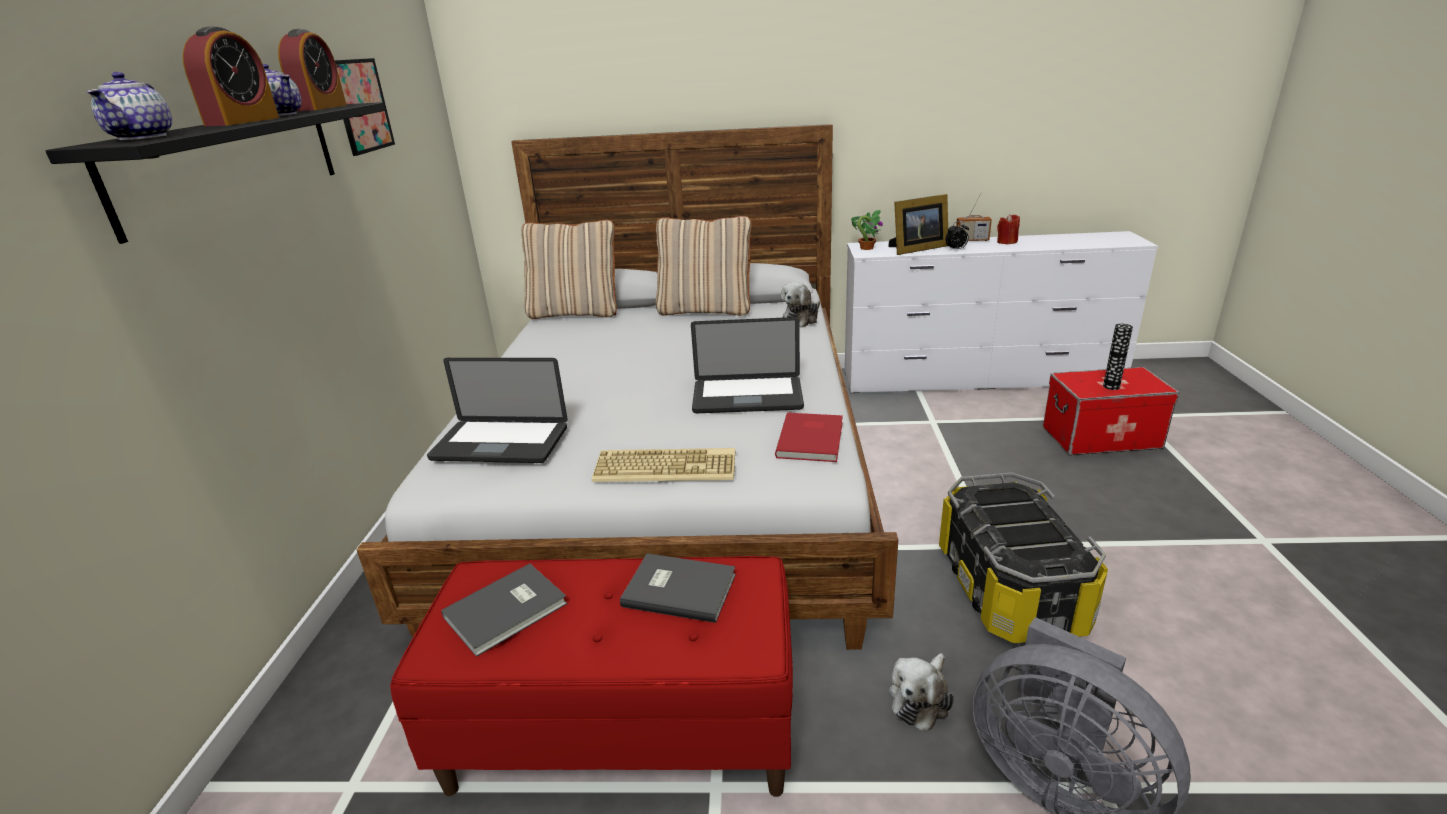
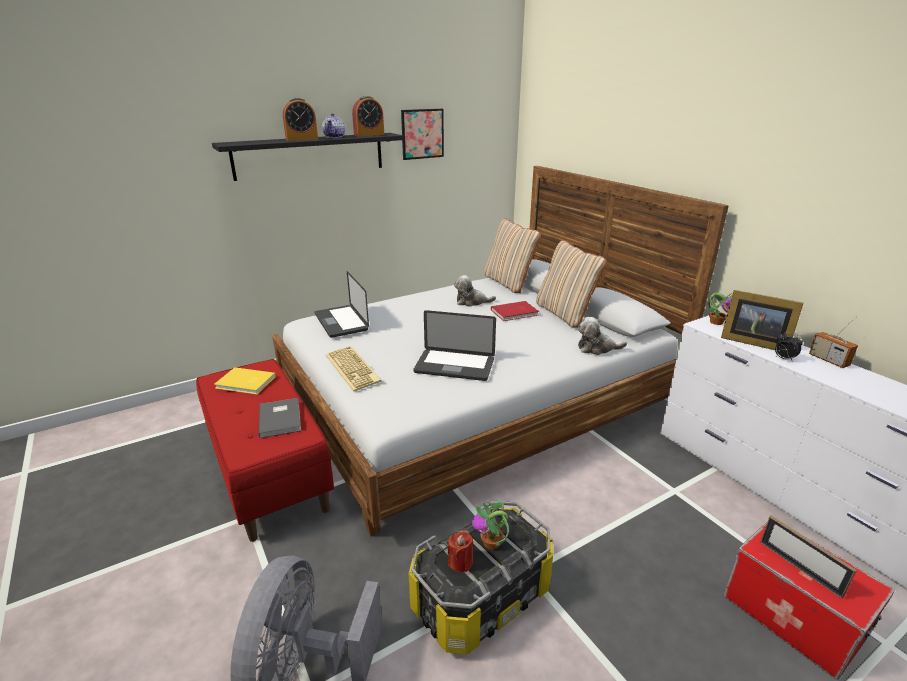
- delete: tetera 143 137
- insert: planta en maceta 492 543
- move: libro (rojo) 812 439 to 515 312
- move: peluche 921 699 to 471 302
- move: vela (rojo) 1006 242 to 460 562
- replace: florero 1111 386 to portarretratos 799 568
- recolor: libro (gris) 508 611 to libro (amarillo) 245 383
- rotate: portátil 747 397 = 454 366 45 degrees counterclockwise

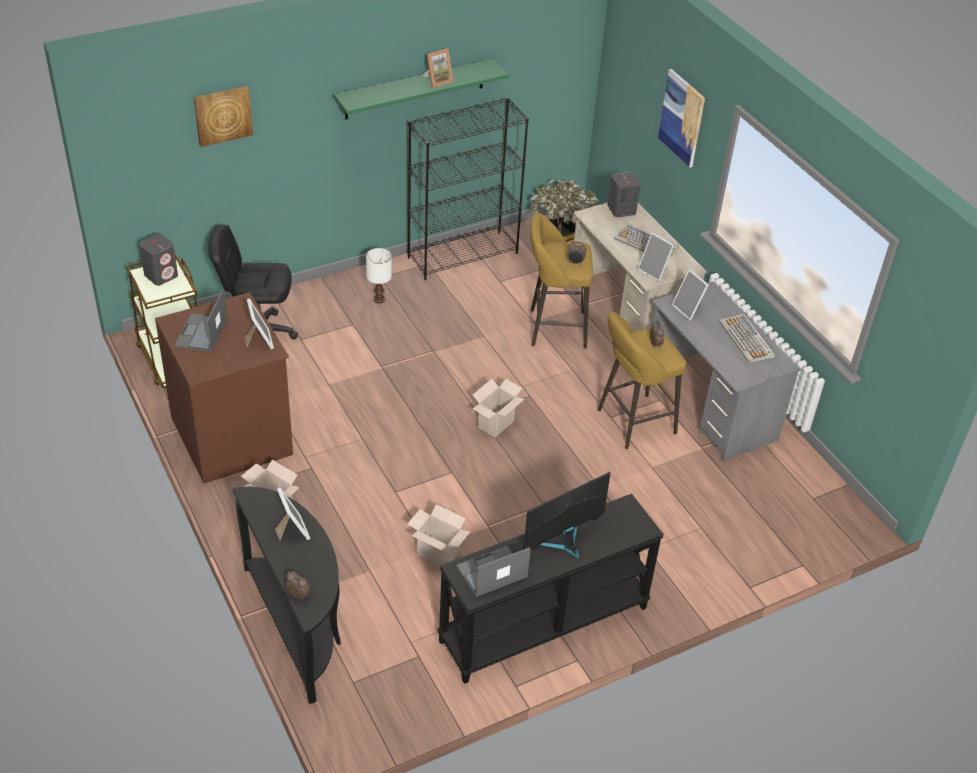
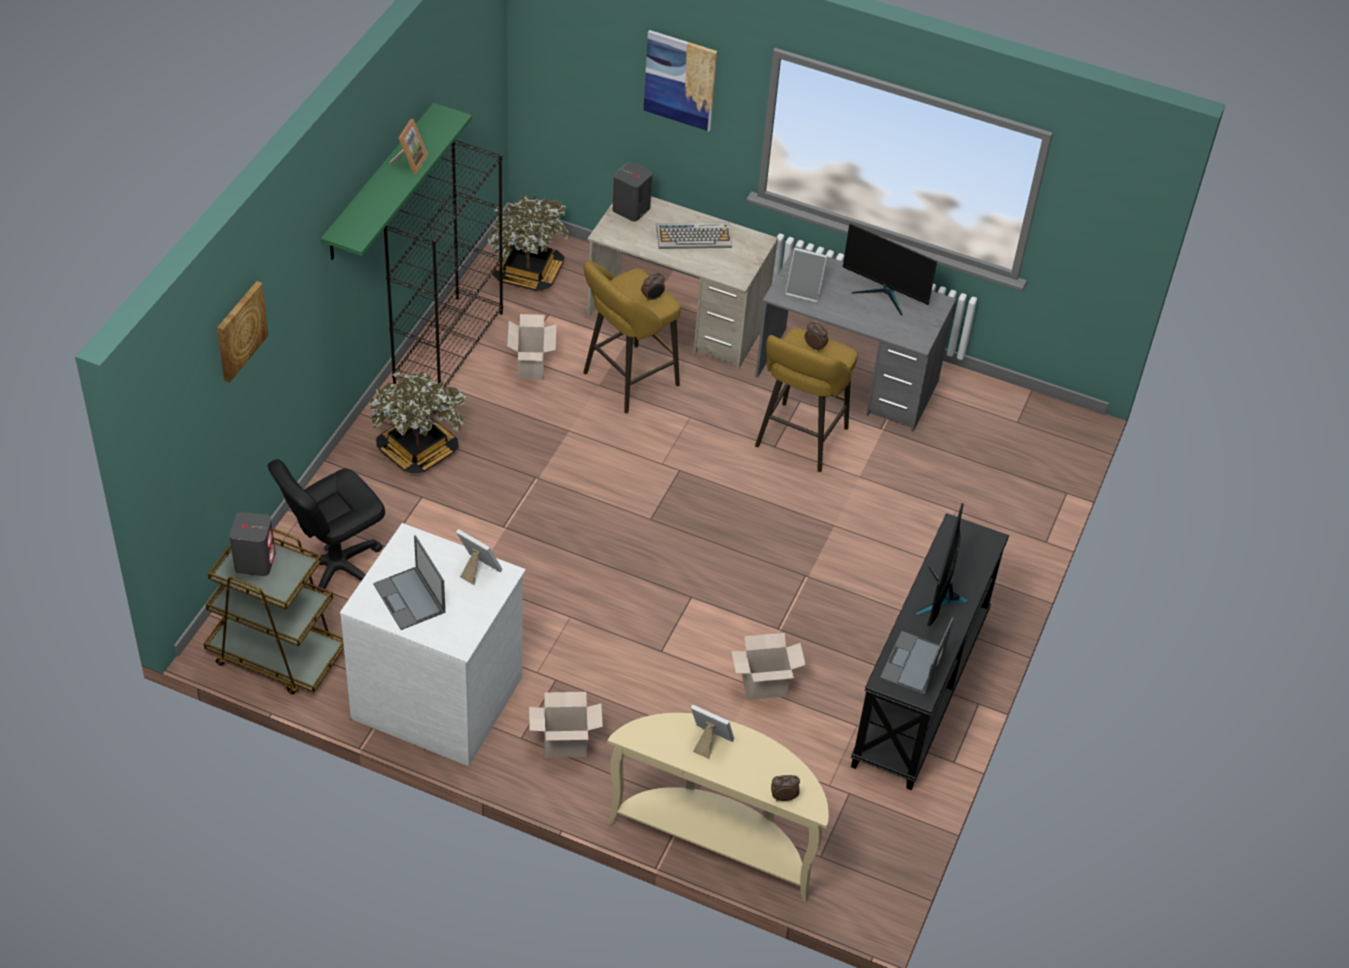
- delete: portarretratos 654 271
- move: caja de cartón 496 425 to 532 367
- replace: lámpara de mesa (blanco) 379 299 to planta en maceta 417 450
- replace: teclado 747 339 to monitor 885 294
- recolor: cómoda (marrón) 233 435 to cómoda (blanco) 438 696
- recolor: mesa consola (negro) 299 625 to mesa consola (beis) 717 839

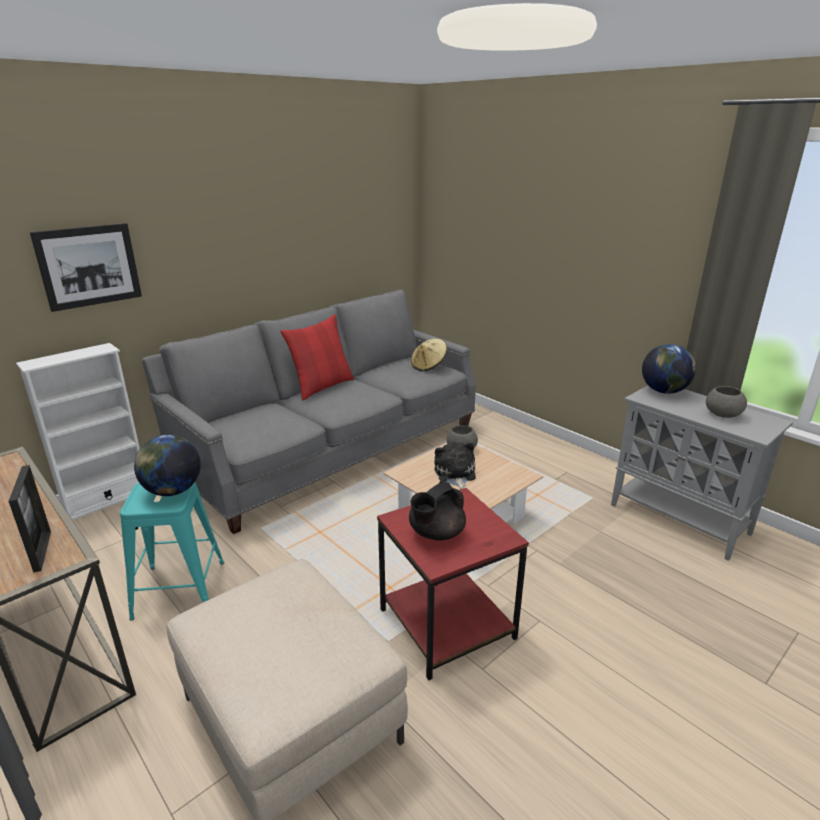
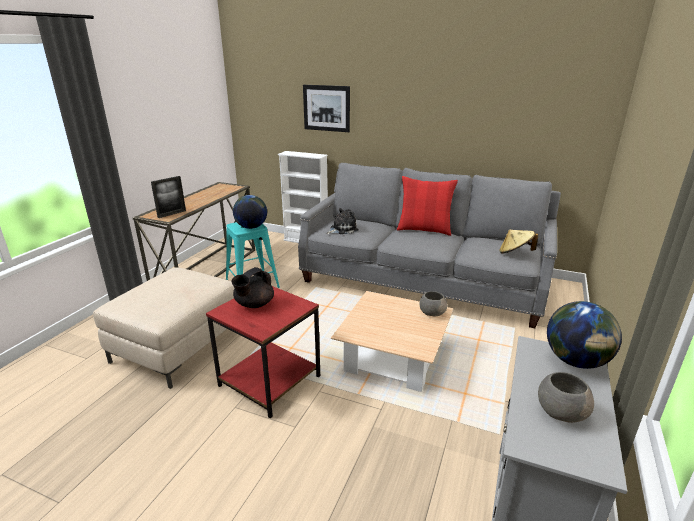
- move: peluche 455 474 to 342 229
- rotate: tetera (negro) 436 533 = 254 304 75 degrees counterclockwise

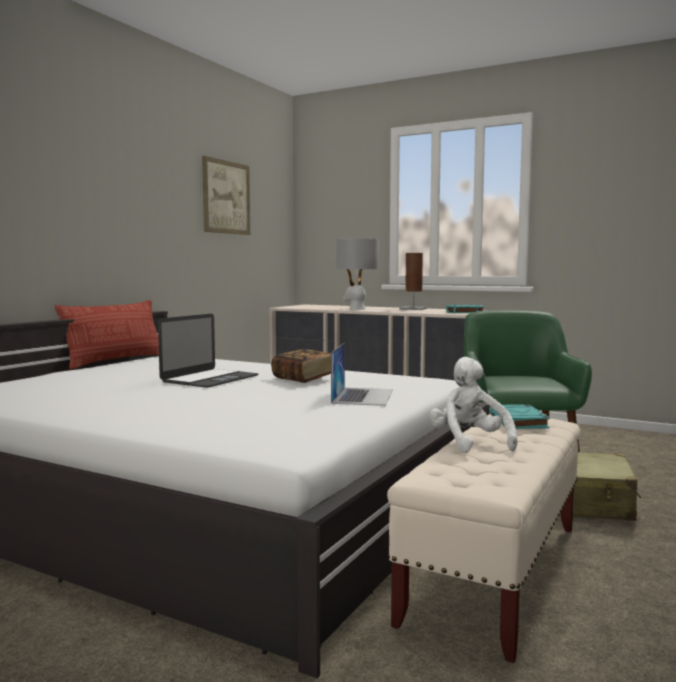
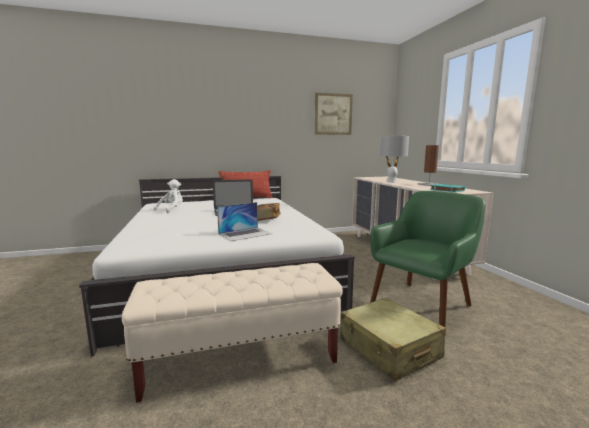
- delete: libro (turquesa) 518 422
- move: peluche (blanco) 469 443 to 171 210

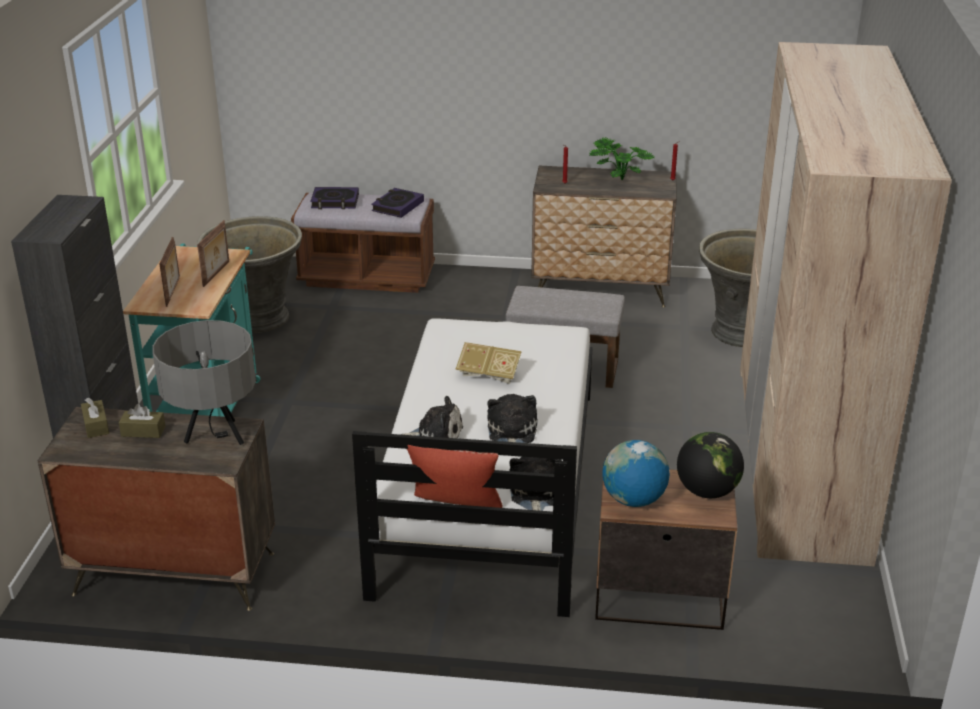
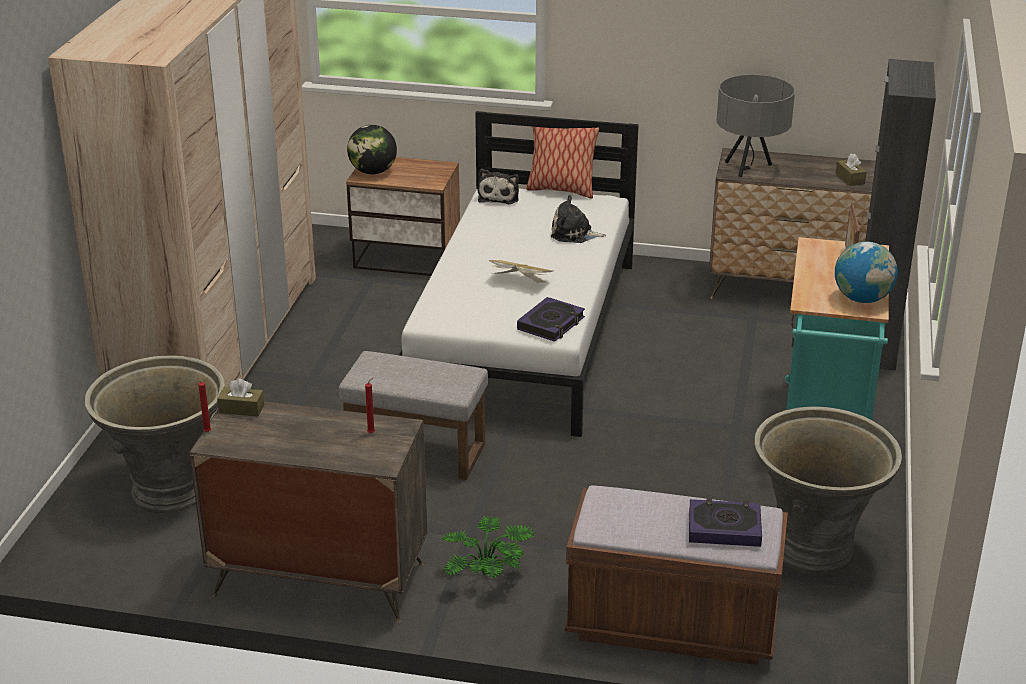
- delete: portarretratos 217 274
- delete: peluche 511 433
- move: caja de pañuelos (marrón) 143 431 to 241 409
- move: libro 397 206 to 551 324
- move: planta en maceta 619 179 to 488 577
- move: globo terráqueo 633 500 to 862 299

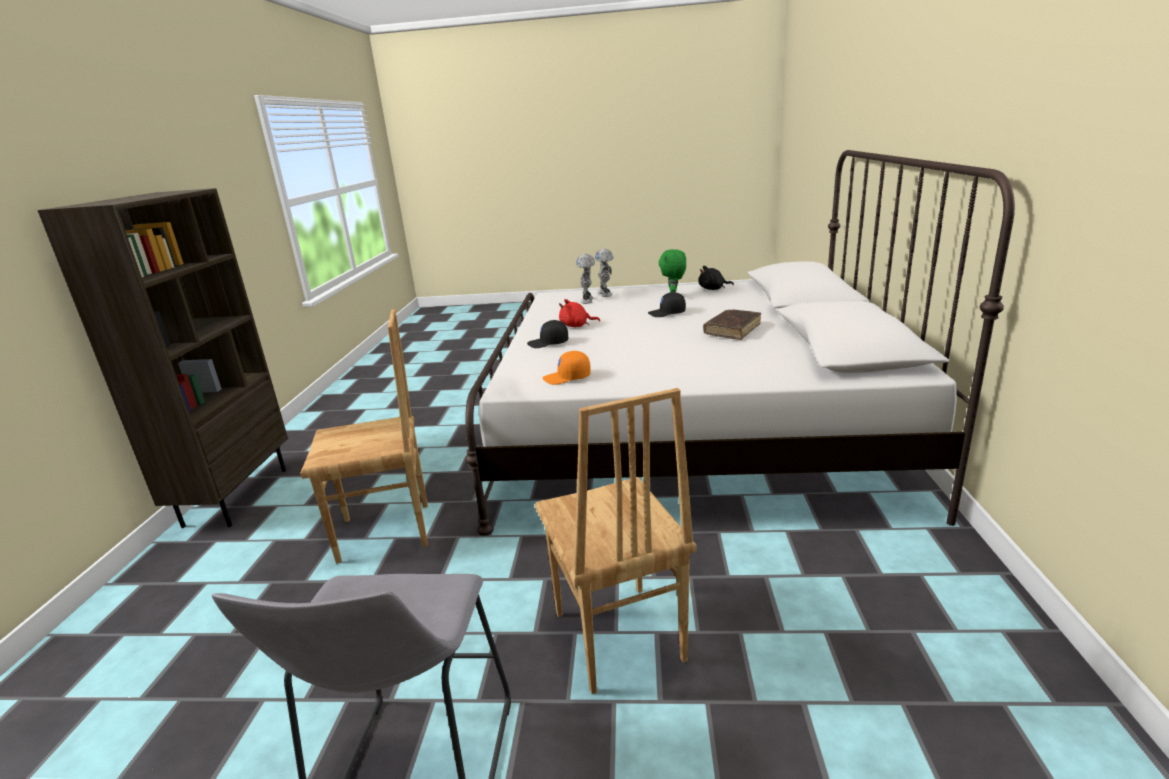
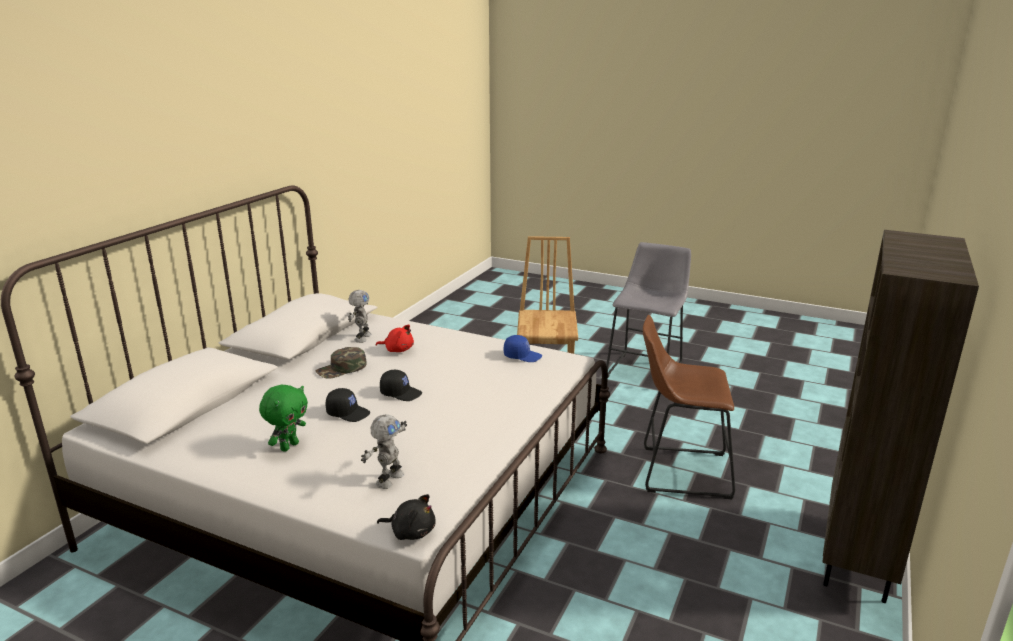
- move: gorra (negro) 548 343 to 401 393
- move: peluche (rojo) 576 326 to 398 350
- move: robot de juguete 606 294 to 362 338
- move: peluche (negro) 713 289 to 411 531
- replace: silla (marrón) 385 533 to taburete (marrón) 679 471
- replace: libro (marrón) 732 330 to gorra (verde) 342 369
- recolor: gorra (naranja) 567 378 to gorra (azul) 522 356

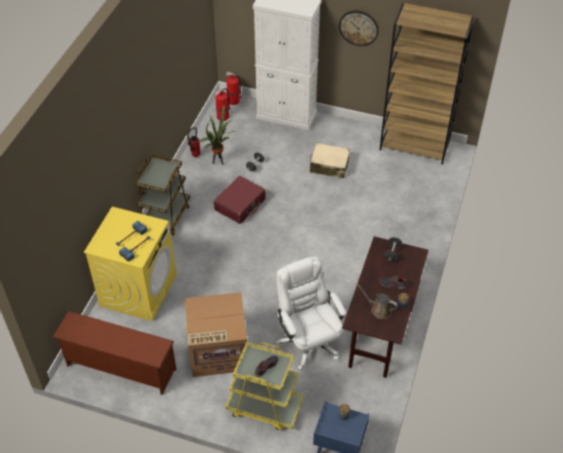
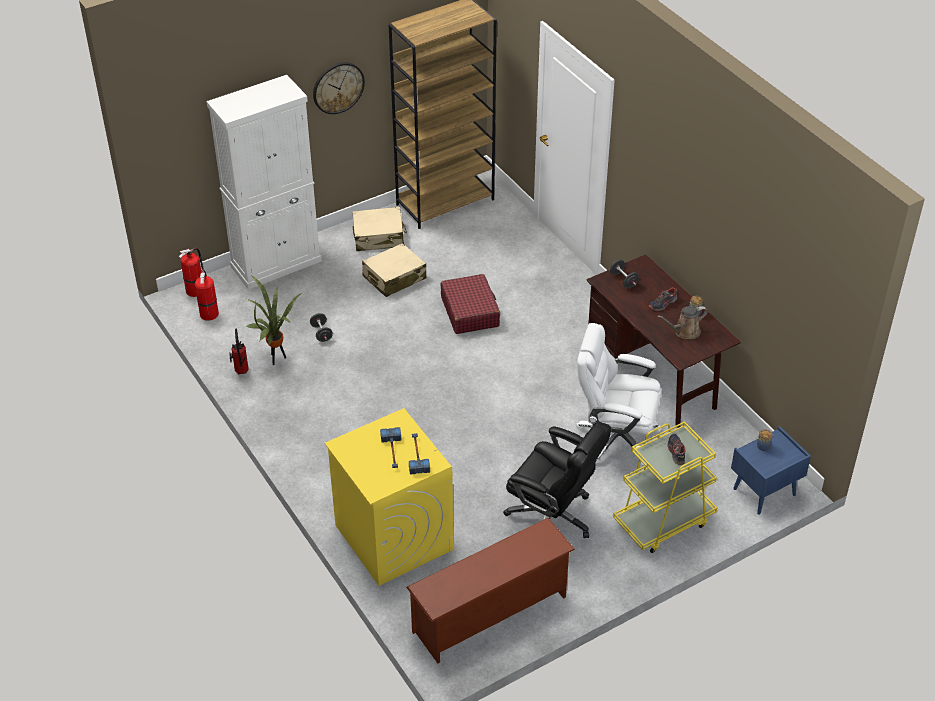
- delete: carrito (marrón) 165 218
- insert: maleta (beis) 379 237
- move: maleta (rojo) 240 204 to 470 311
- replace: caja de cartón 217 351 to silla de oficina (negro) 553 517

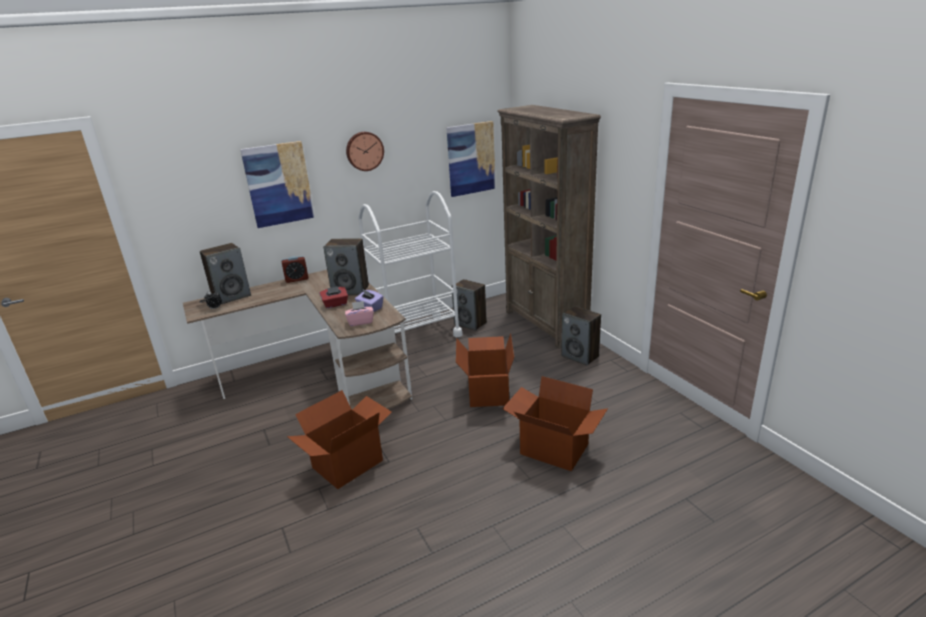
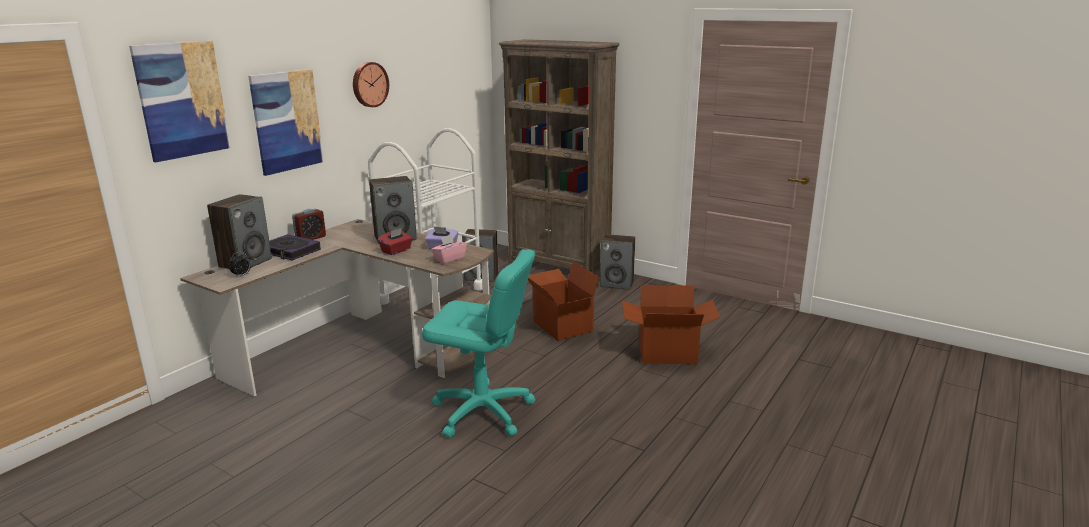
- insert: libro 290 251
- move: cuadro 471 159 to 182 100
- replace: caja de cartón 347 463 to silla de oficina (turquesa) 482 412

